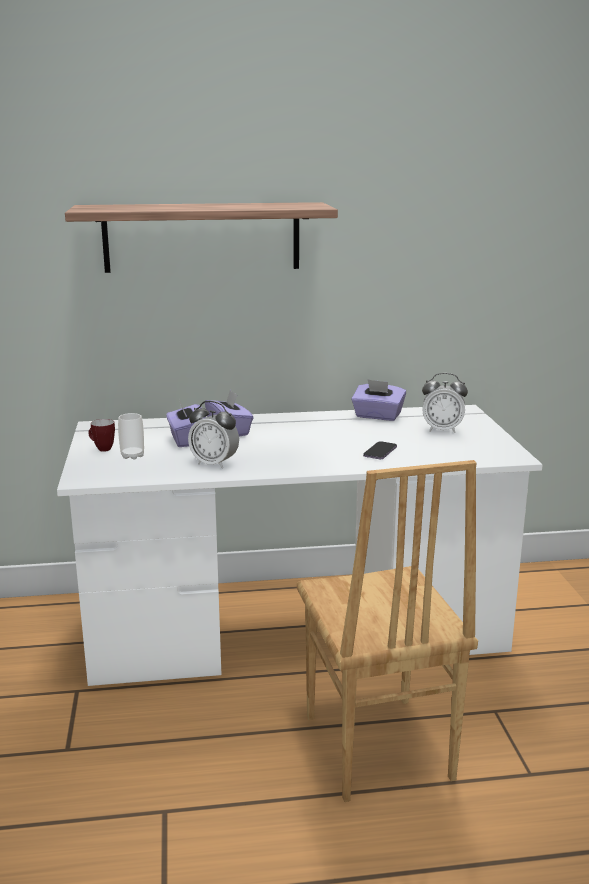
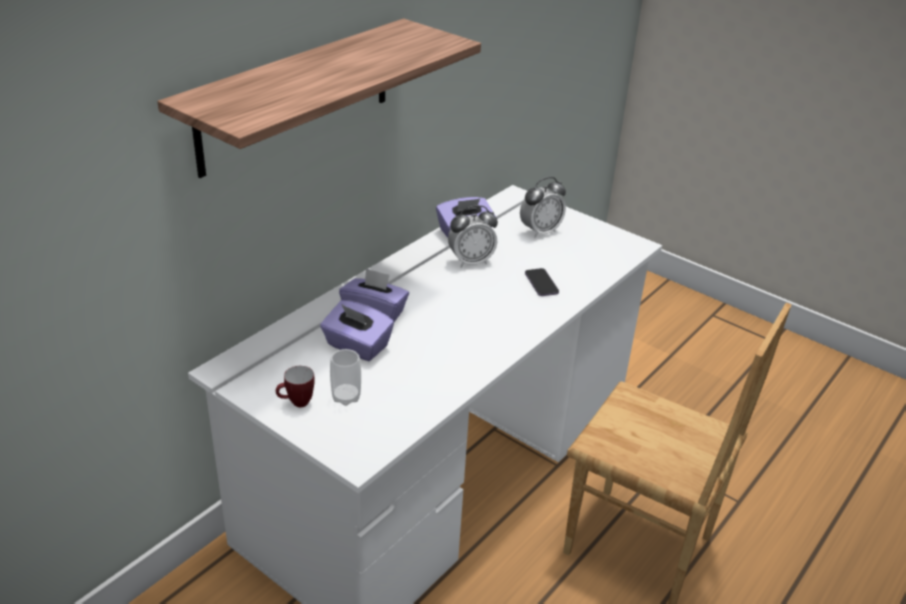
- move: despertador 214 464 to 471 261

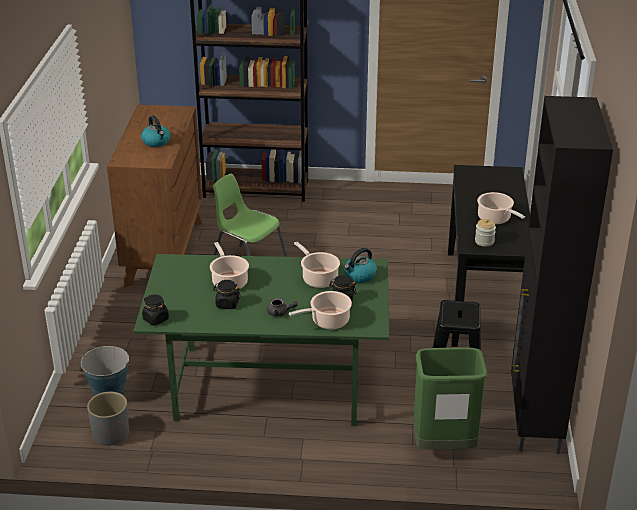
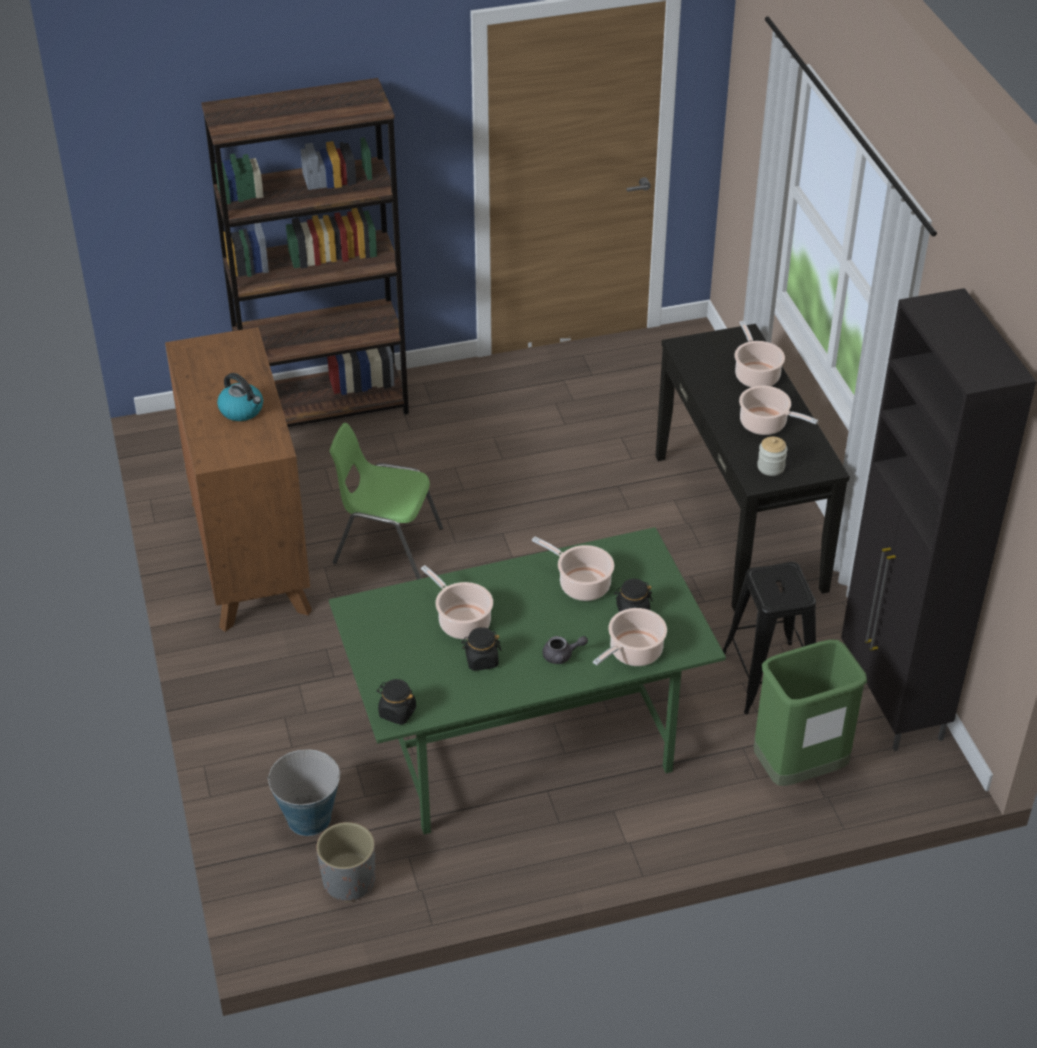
- delete: hervidor 360 276
- insert: olla 756 375

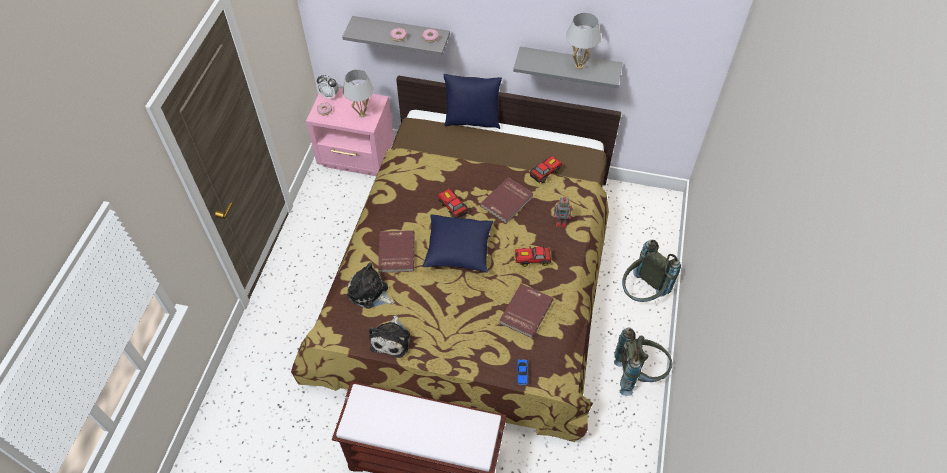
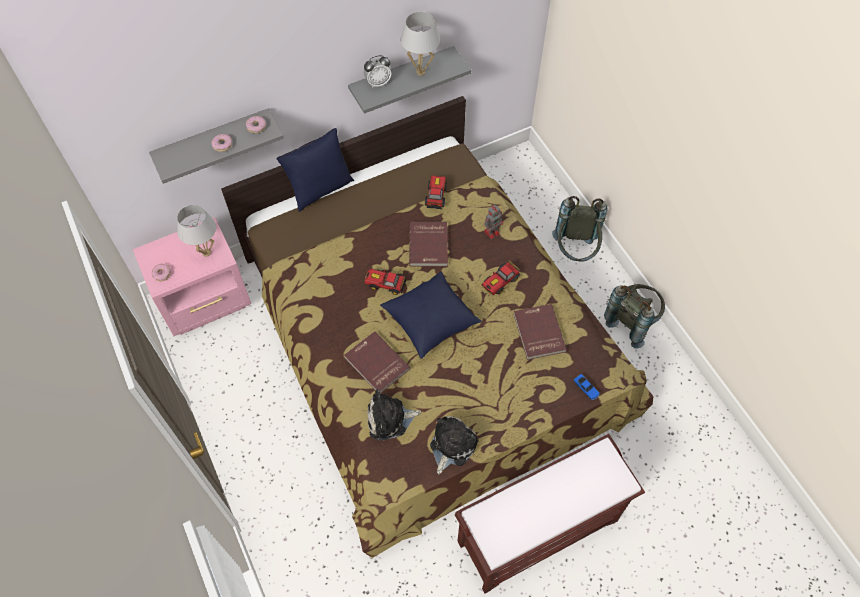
- move: despertador 329 95 to 378 83
- rotate: peluche 391 339 = 451 445 120 degrees counterclockwise

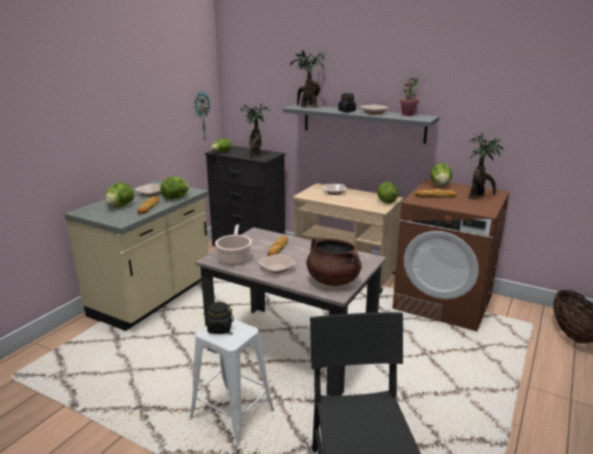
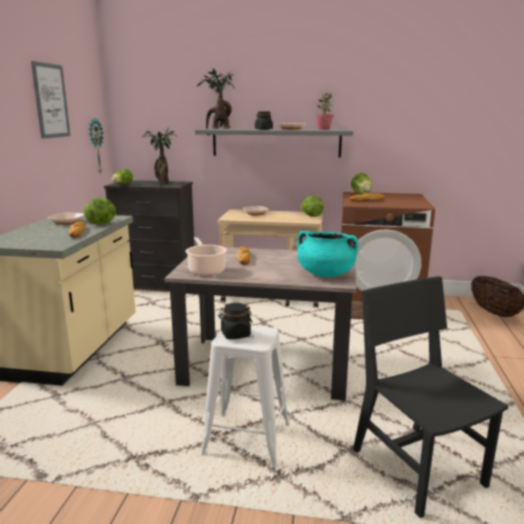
- delete: lechuga 120 206
- delete: cuenco 277 269
- delete: planta en maceta 479 197
- insert: cuadro 51 101
- recolor: olla (marrón) 332 280 to olla (turquesa) 325 274

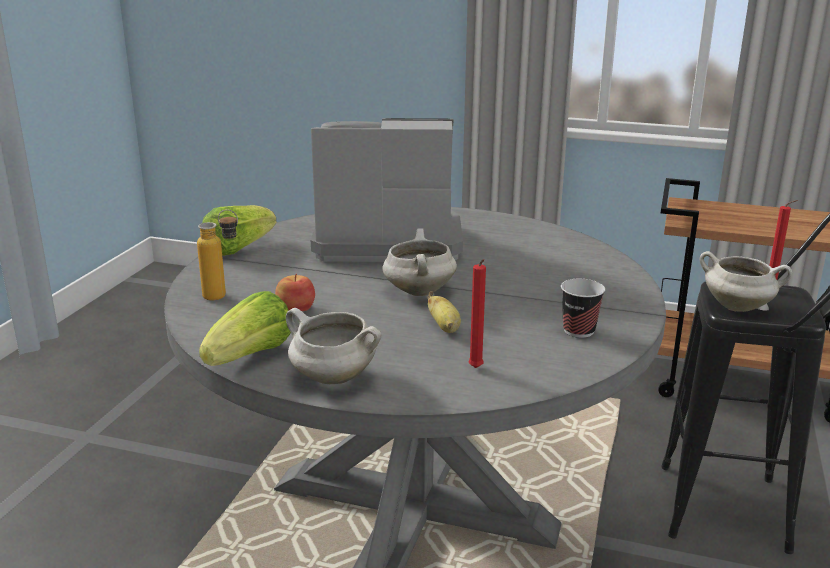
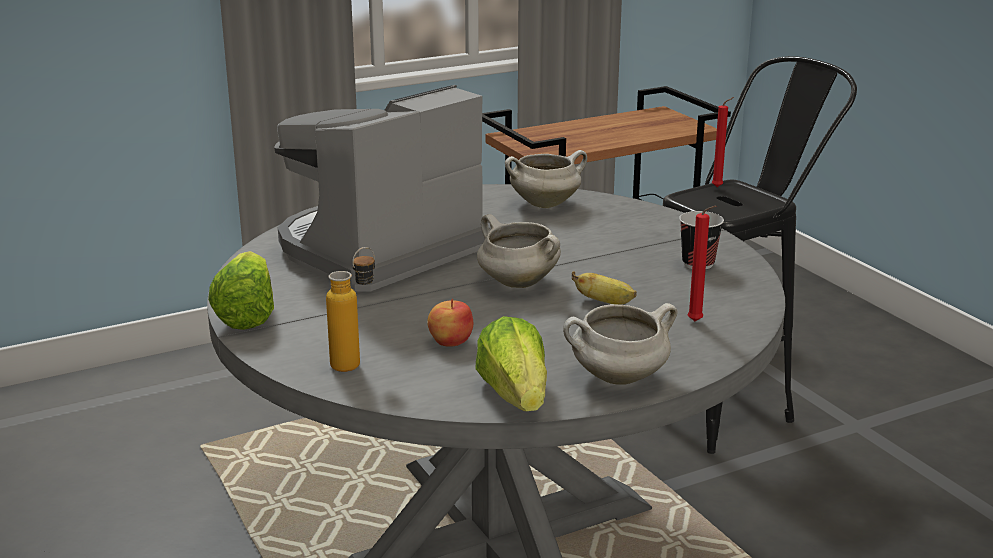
- move: olla (blanco) 738 307 to 545 204

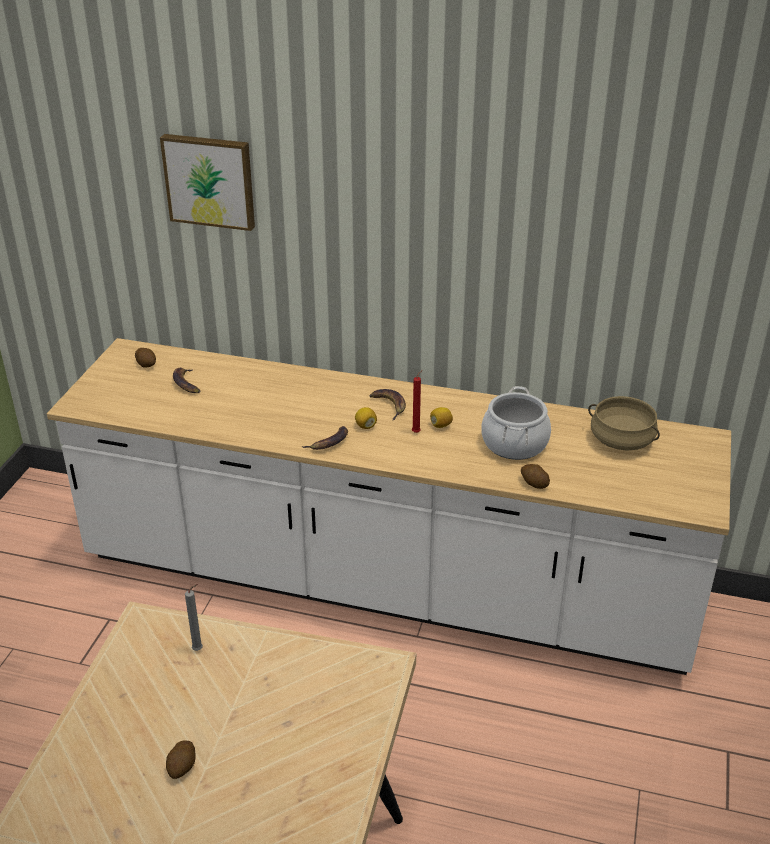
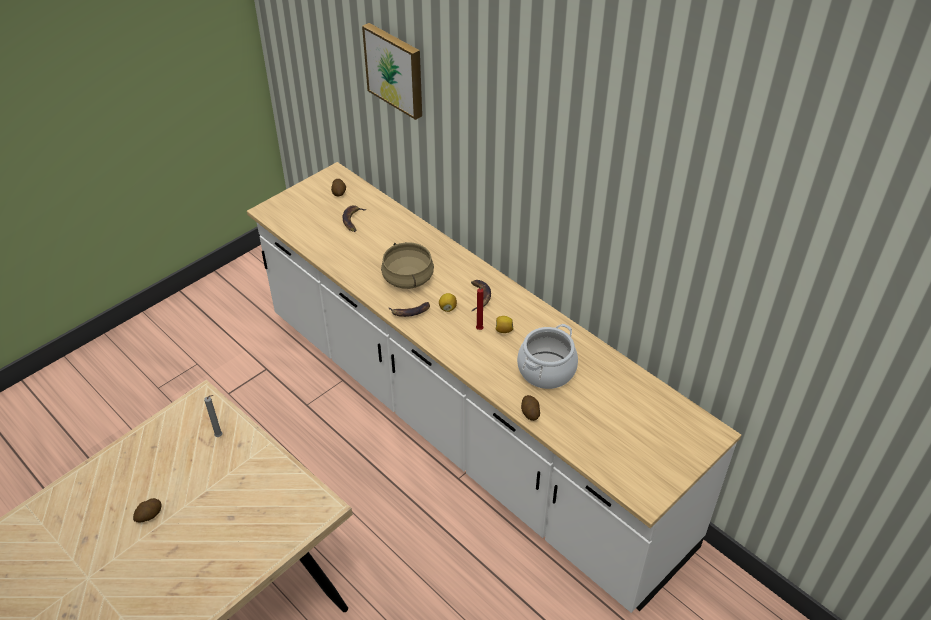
- move: olla (beis) 621 440 to 407 278

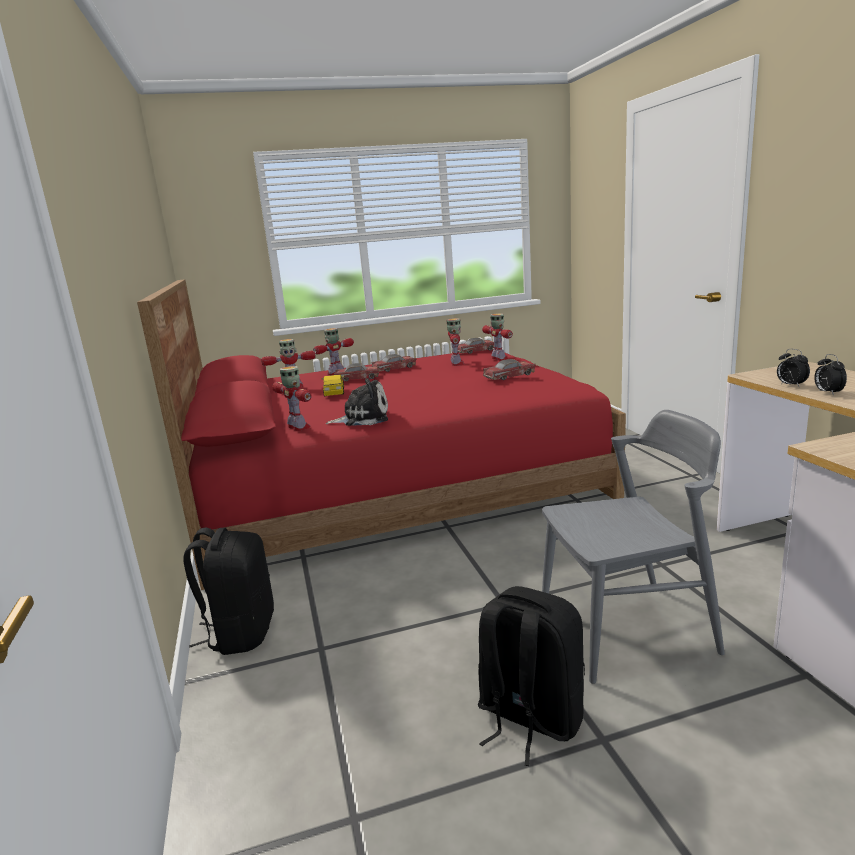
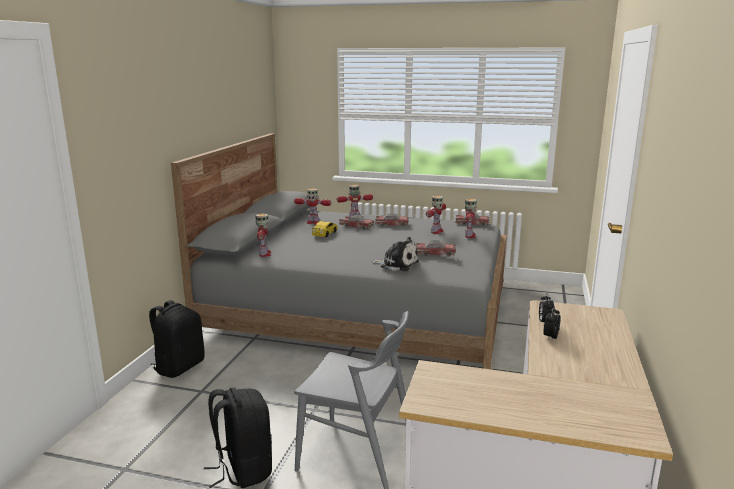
- move: peluche 363 418 to 397 264
- recolor: cama (rojo) 392 483 to cama (gris) 360 309

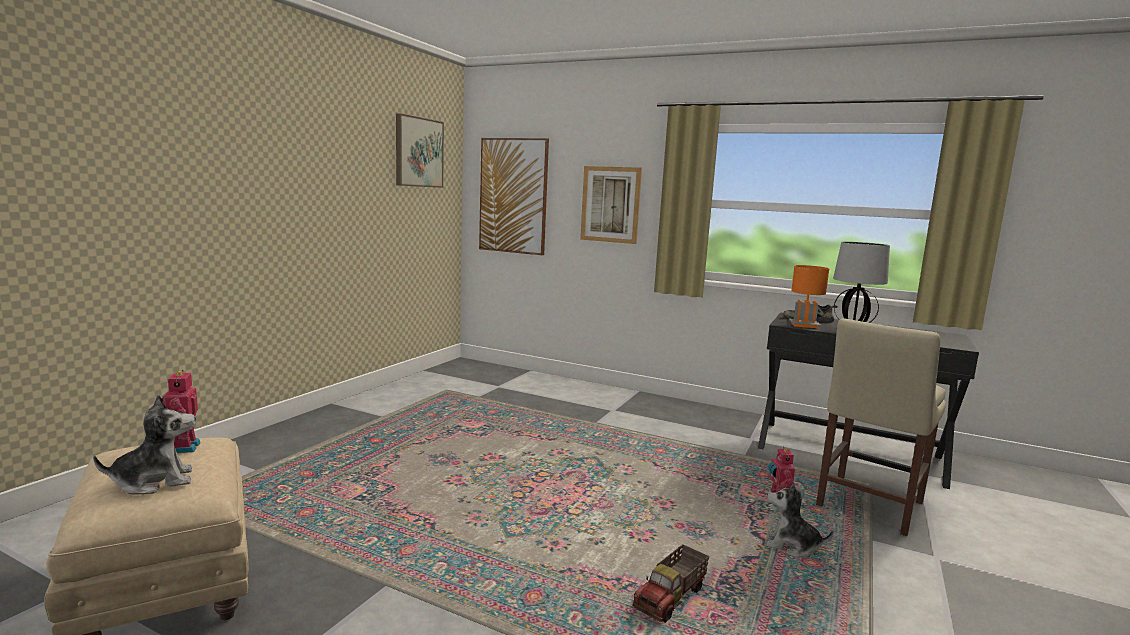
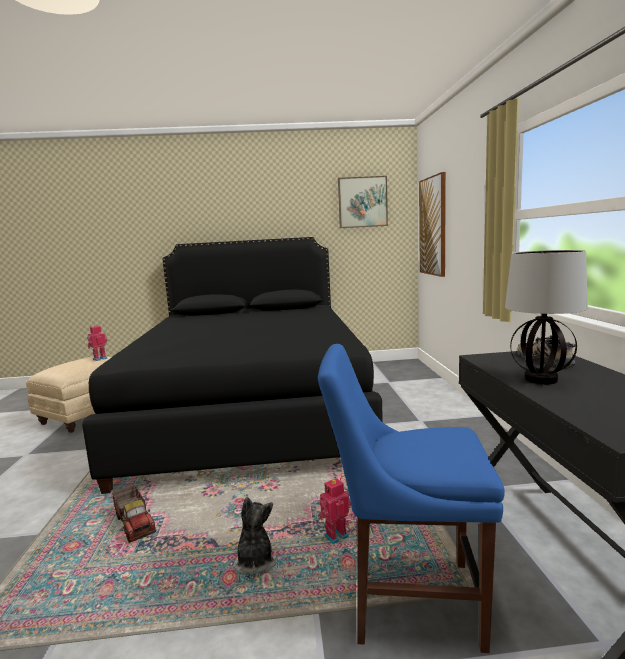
- delete: peluche 154 482
- delete: cuadro 610 204
- delete: lámpara de mesa (naranja) 804 325
- insert: cama (negro) 251 411
- recolor: silla (beis) 867 506 to silla (azul) 407 599
- rotate: camión de juguete 671 598 = 135 524 135 degrees counterclockwise

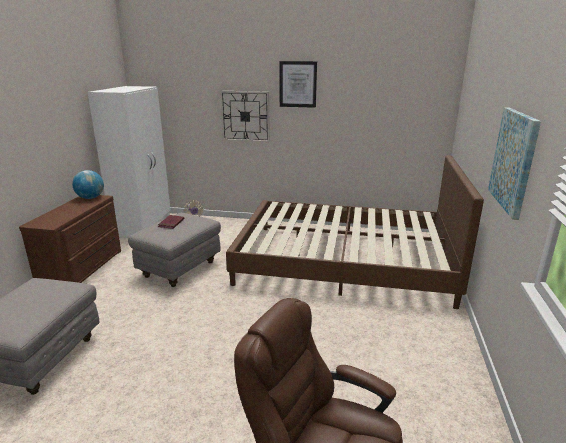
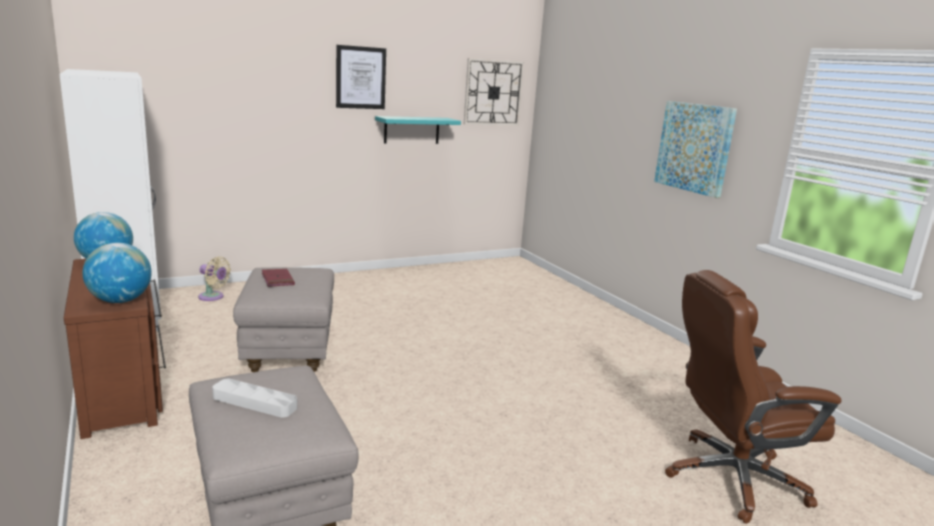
- delete: cama (marrón) 344 262
- insert: globo terráqueo 120 301
- insert: bandeja (gris) 254 402
- insert: estante (turquesa) 411 130
- move: reloj de pared 245 116 to 493 92

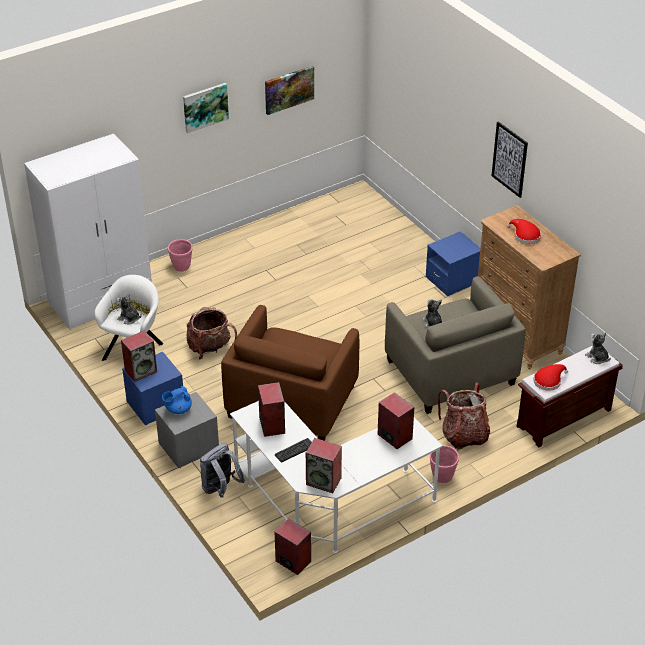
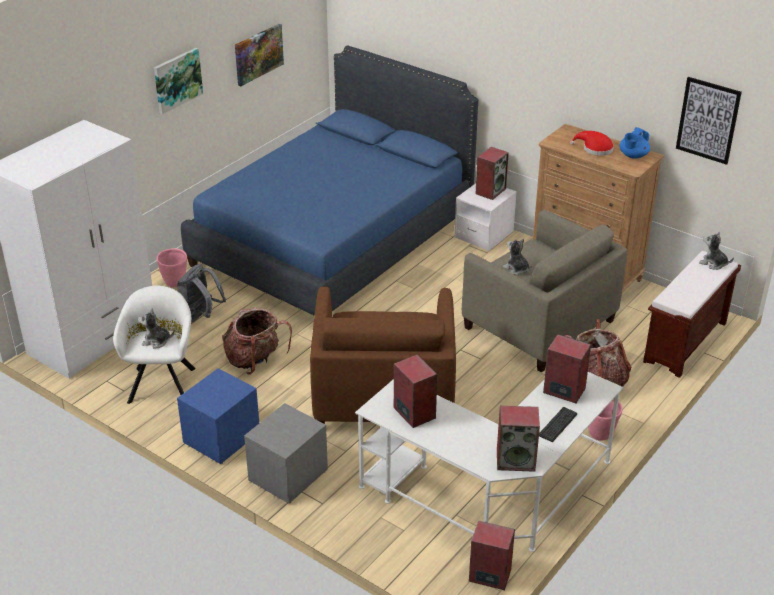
- delete: sombrero (rojo) 548 380
- insert: cama (azul) 334 240
- move: altavoz 141 371 to 490 191
- move: tetera (azul) 178 409 to 633 156
- move: mochila (gris) 220 489 to 201 316
- move: teclado 294 450 to 557 424
- move: cuadro 509 159 to 708 120
- recolor: mesita de noche (azul) 452 280 to mesita de noche (blanco) 484 235

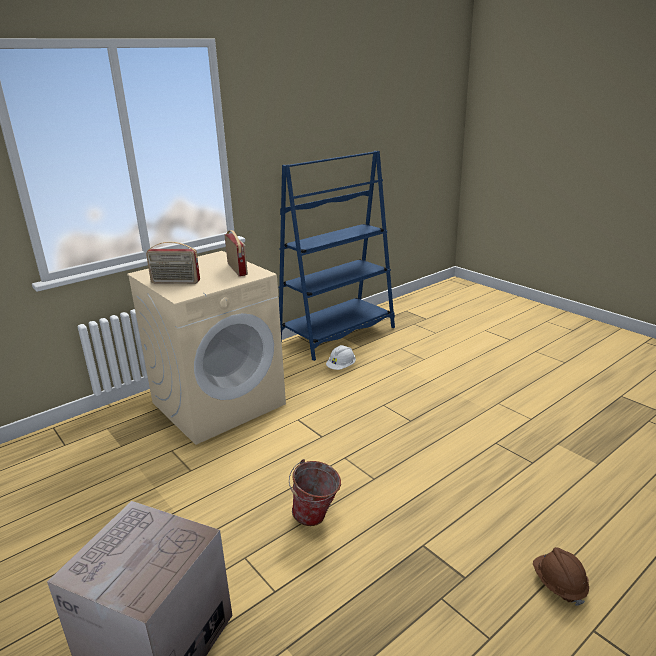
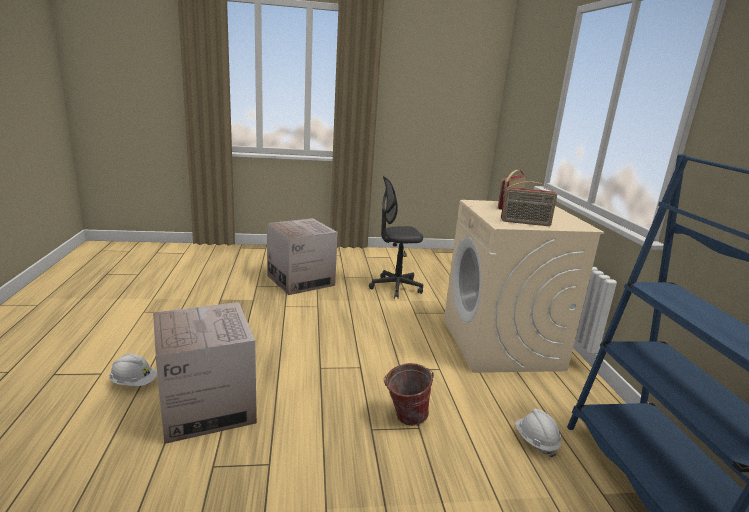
- insert: caja de cartón 207 406
- insert: silla de oficina (gris) 395 287
- move: cubo 316 518 to 404 418
- recolor: casco (marrón) 558 584 to casco (blanco) 134 383

